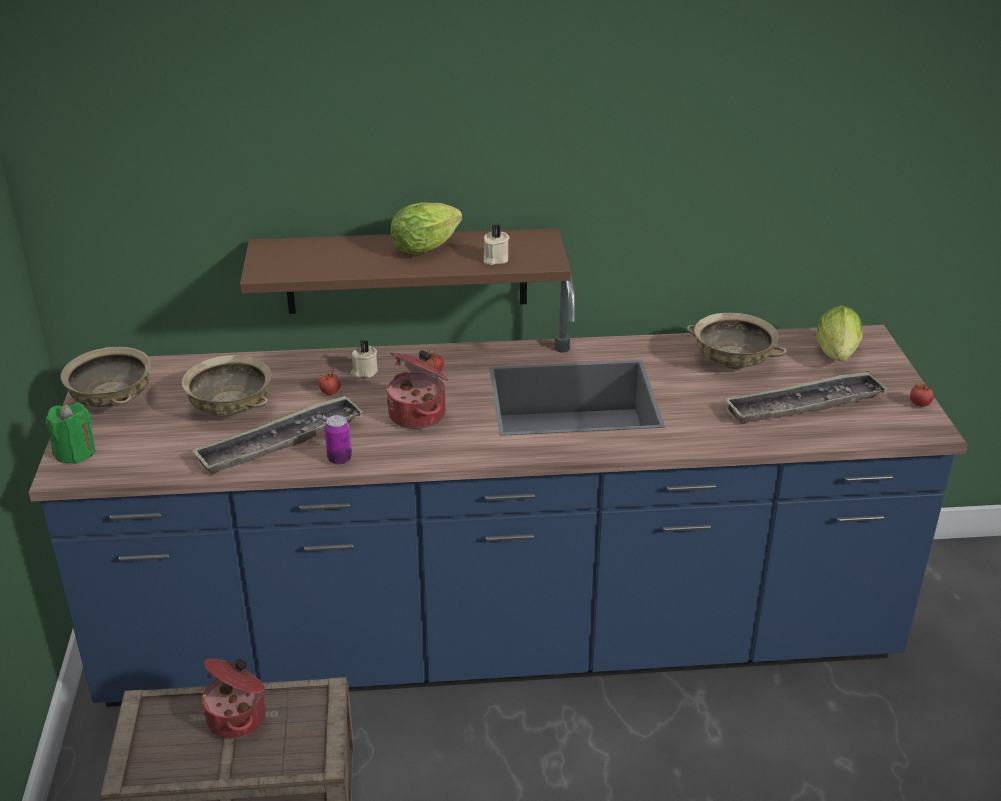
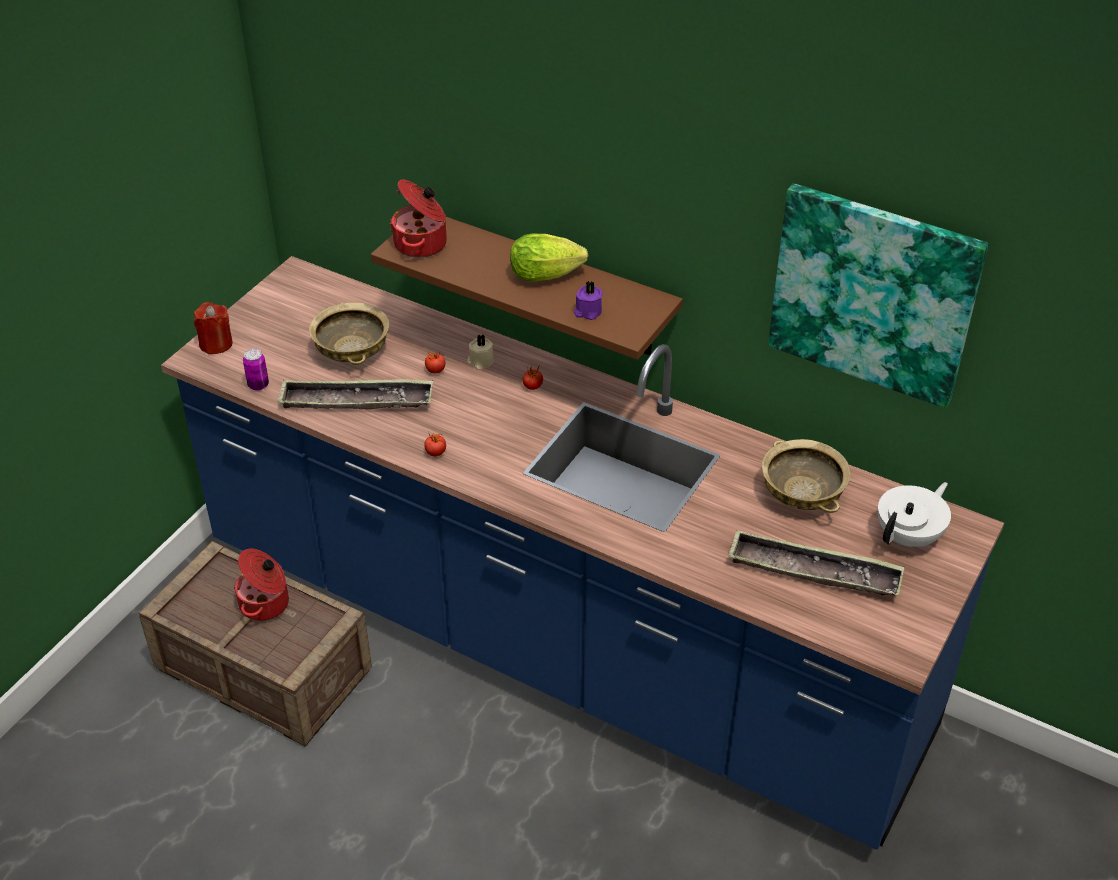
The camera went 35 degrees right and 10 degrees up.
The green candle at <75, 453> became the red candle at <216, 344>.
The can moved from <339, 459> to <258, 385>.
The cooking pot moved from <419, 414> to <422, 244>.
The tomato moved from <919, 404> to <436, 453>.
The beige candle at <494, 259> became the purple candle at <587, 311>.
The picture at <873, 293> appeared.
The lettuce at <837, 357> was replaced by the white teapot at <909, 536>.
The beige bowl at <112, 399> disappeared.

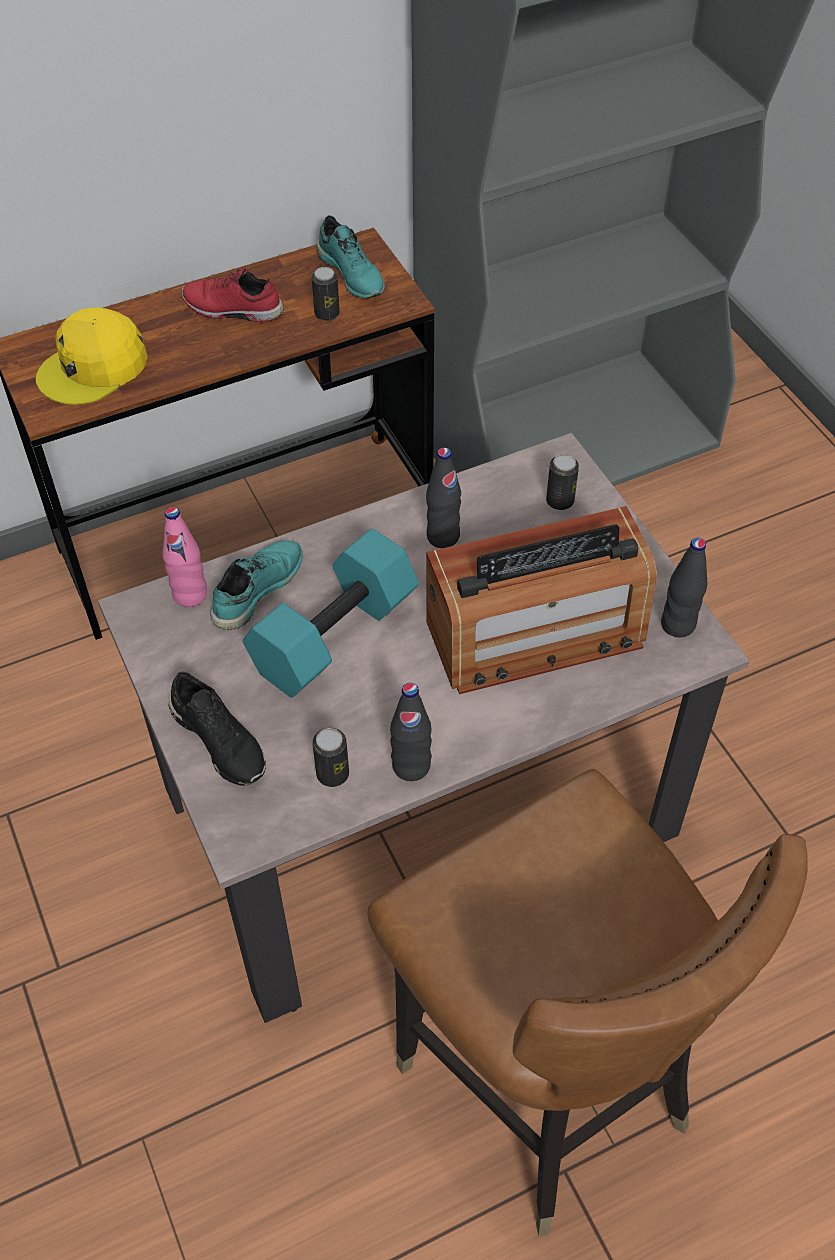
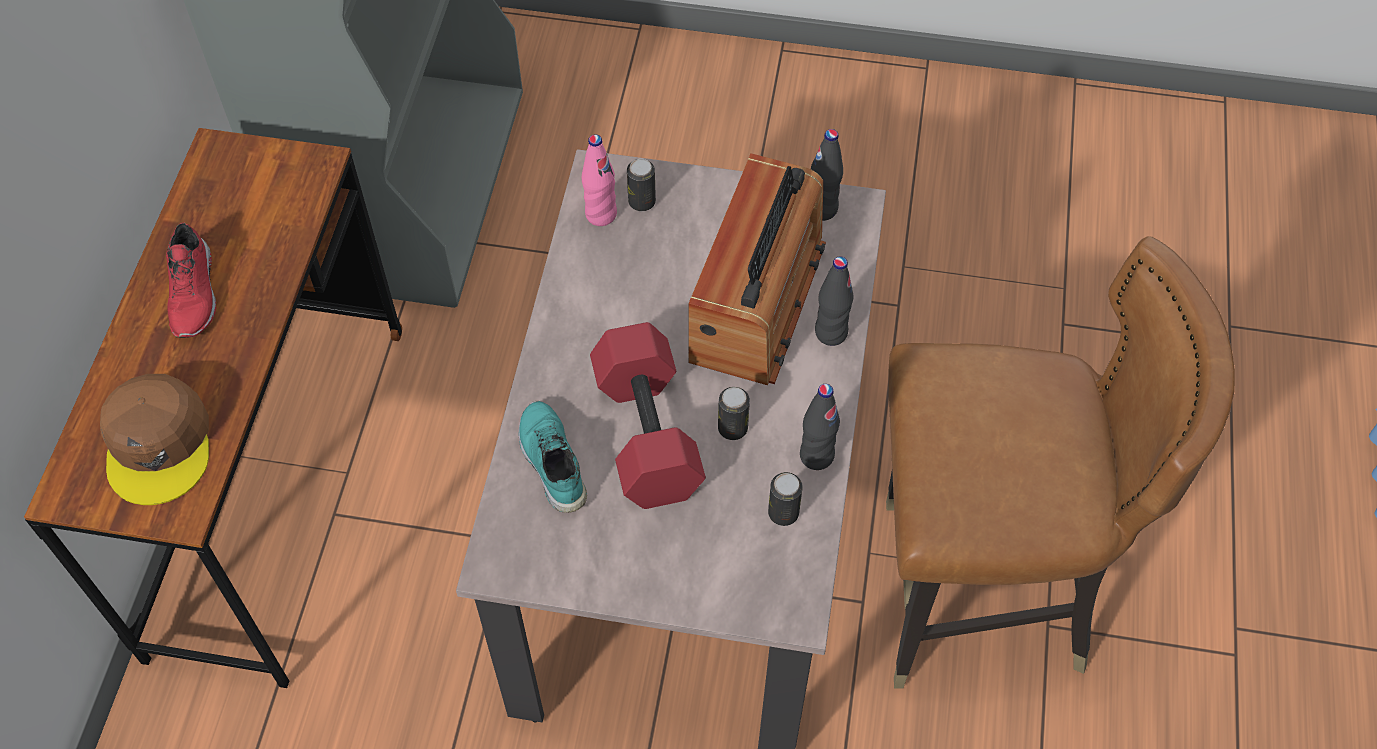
The camera went 55 degrees left and 5 degrees up.
The yellow cap at <93, 368> became the brown cap at <159, 444>.
The red shoe at <232, 310> turned 60 degrees counterclockwise.
The pink bottle moved from <190, 595> to <601, 214>.
The turquoise dumbbell at <333, 632> became the red dumbbell at <644, 433>.
The can moved from <327, 314> to <732, 428>.
The black bottle moved from <443, 537> to <830, 333>.
The black shoe at <220, 740> disappeared.
The turquoise shoe at <352, 274> disappeared.

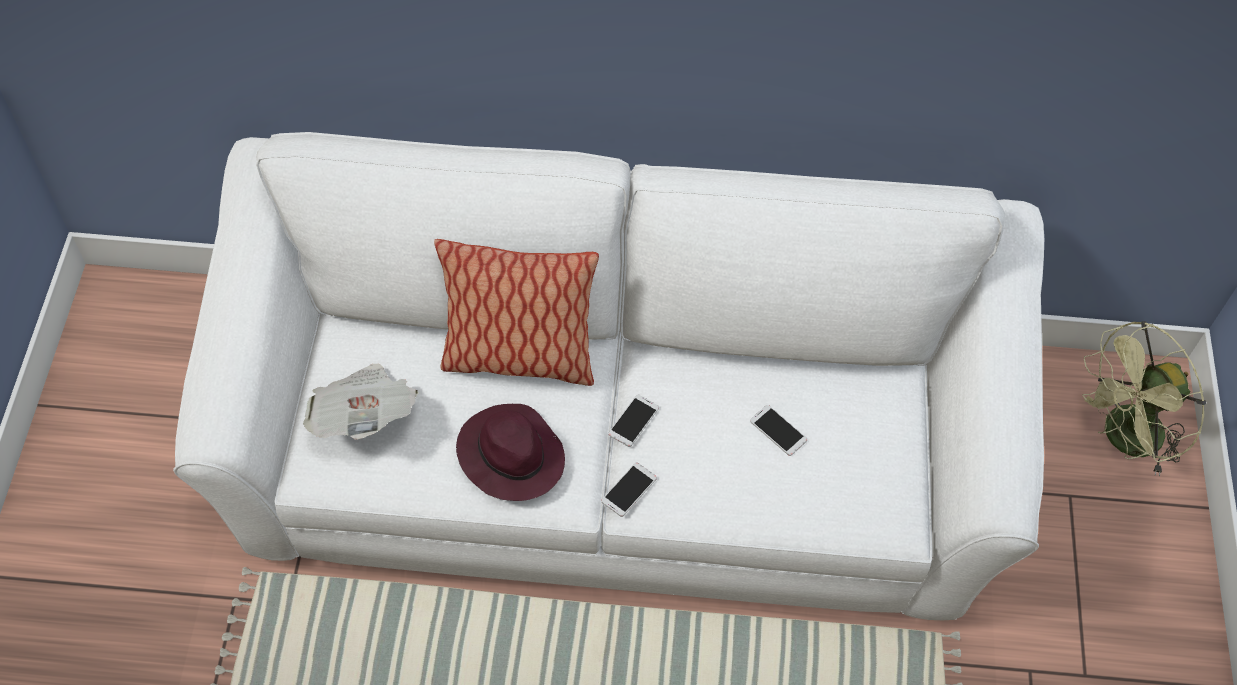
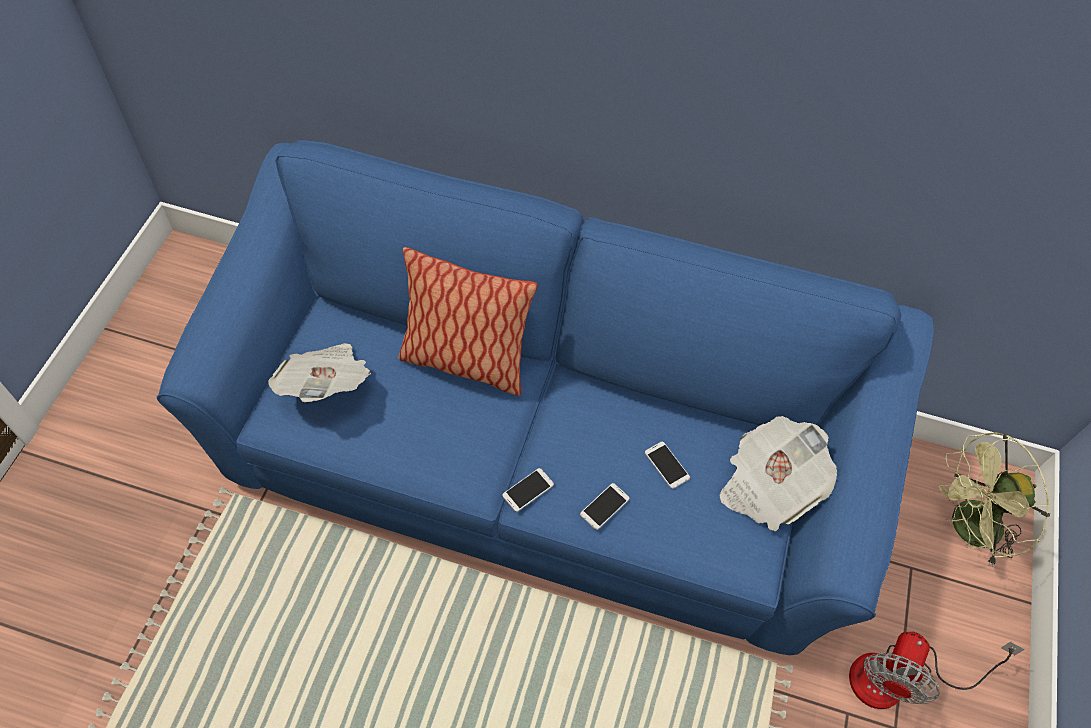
The camera went 10 degrees right and 0 degrees up.
The white sofa at <614, 453> became the blue sofa at <538, 455>.
The phone moved from <633, 421> to <604, 506>.
The newspaper at <768, 485> appeared.
The fan at <896, 678> appeared.
The purple hat at <510, 455> disappeared.

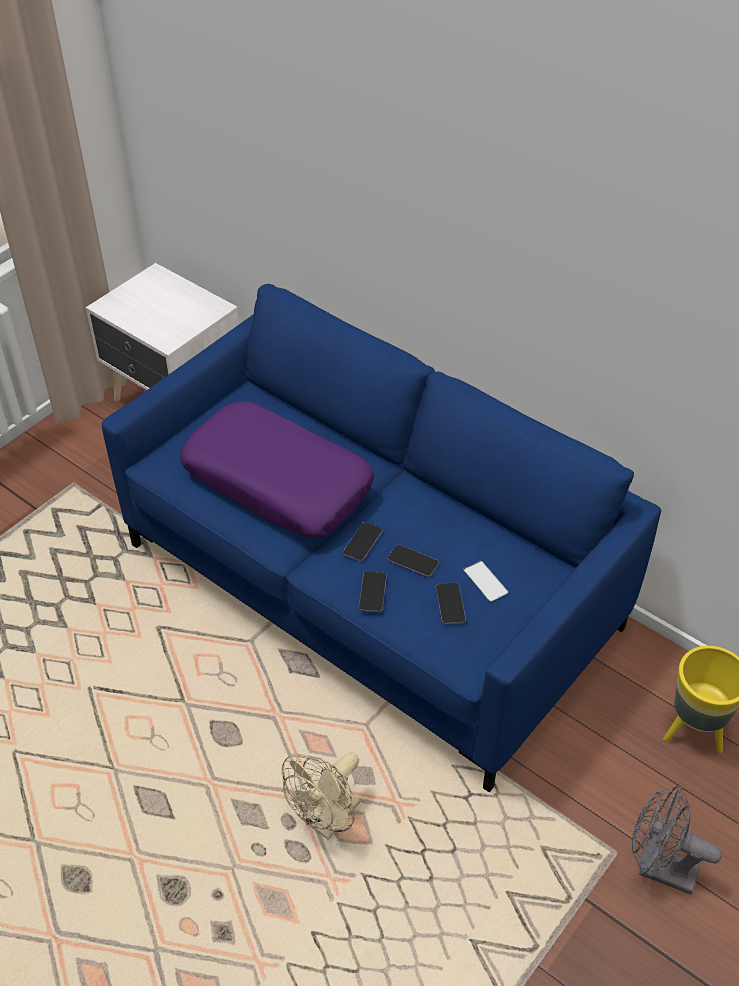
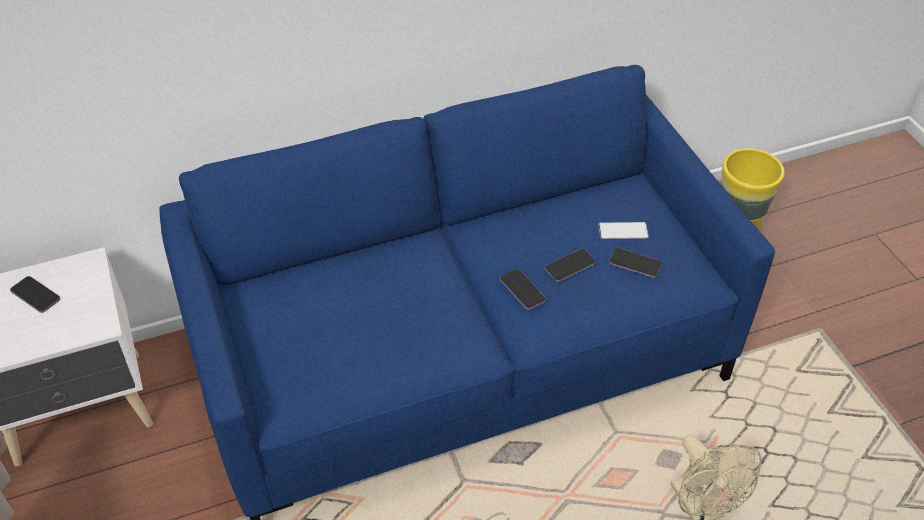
The camera went 60 degrees left and 0 degrees up.
The phone moved from <372, 593> to <35, 295>.
The purple pillow at <278, 482> disappeared.
The grey fan at <658, 868> disappeared.

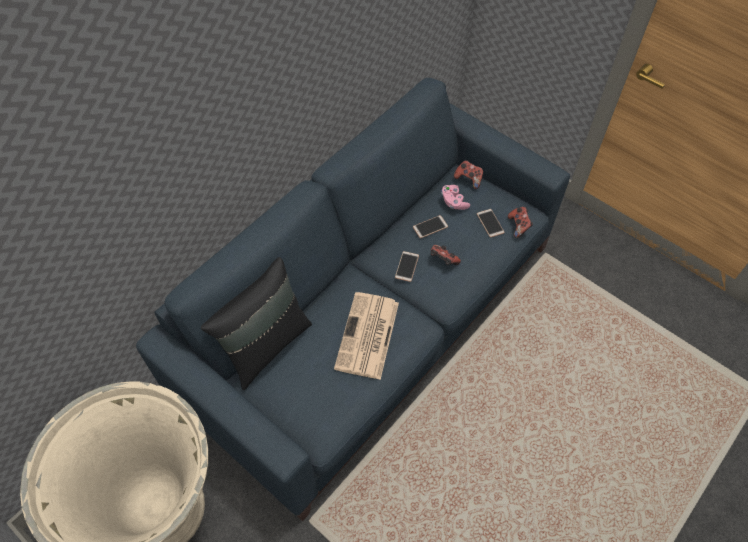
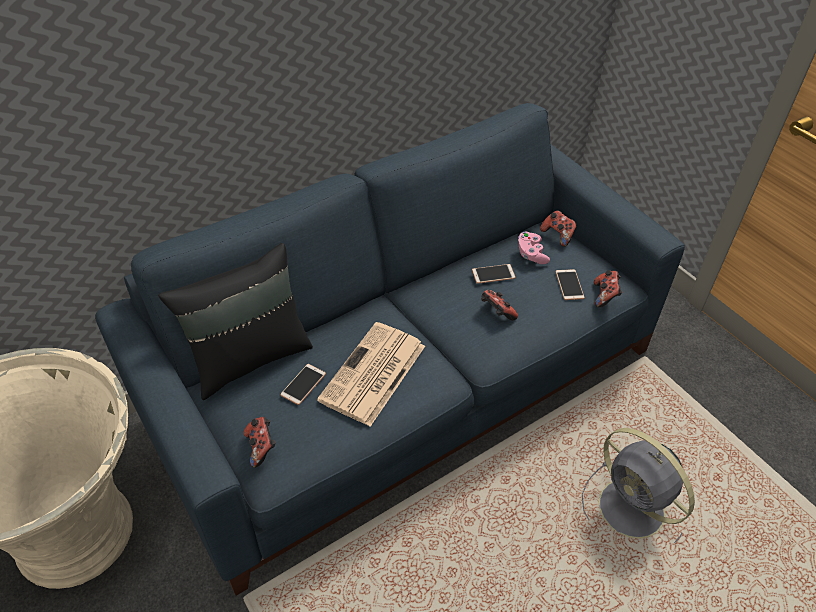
The camera went 15 degrees right and 10 degrees down.
The game controller at <261, 447> appeared.
The phone moved from <407, 266> to <303, 384>.
The grey fan at <633, 511> appeared.

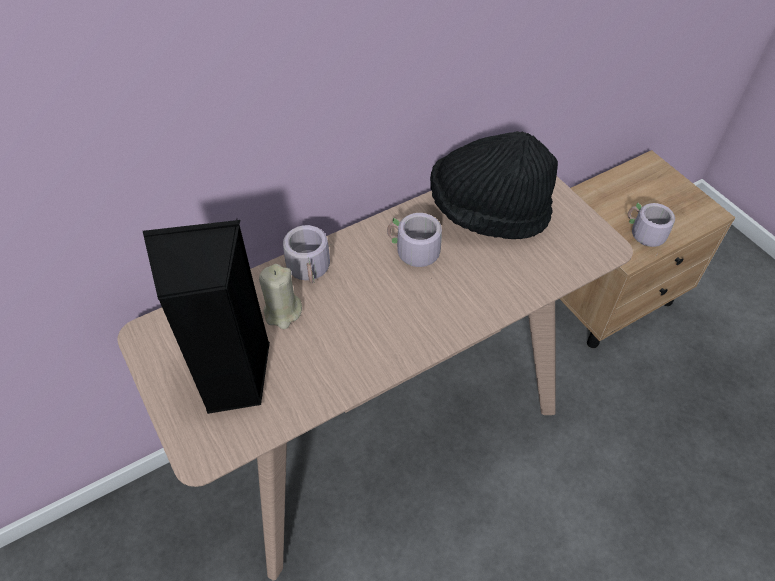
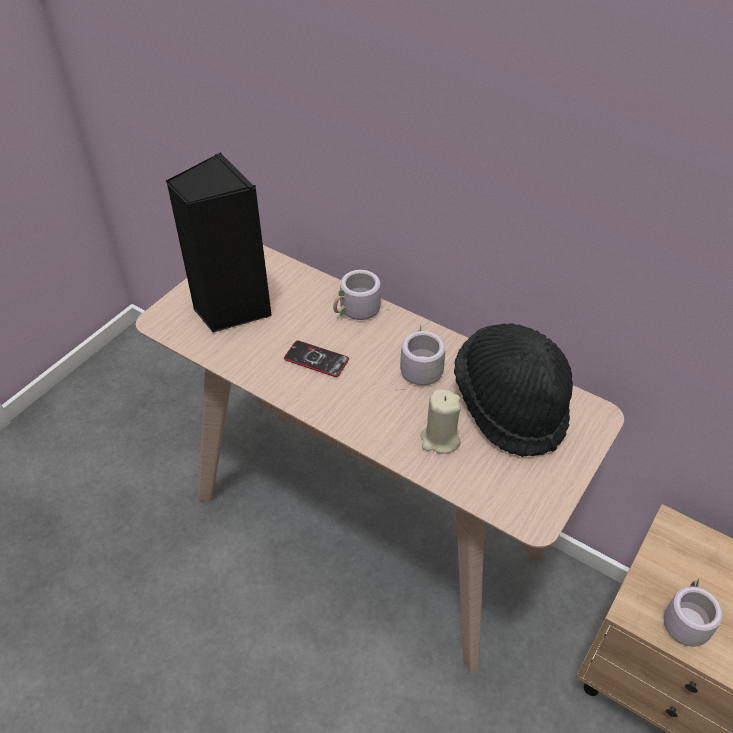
The camera went 65 degrees right and 5 degrees down.
The phone at <316, 359> appeared.
The beige candle moved from <282, 312> to <440, 439>.

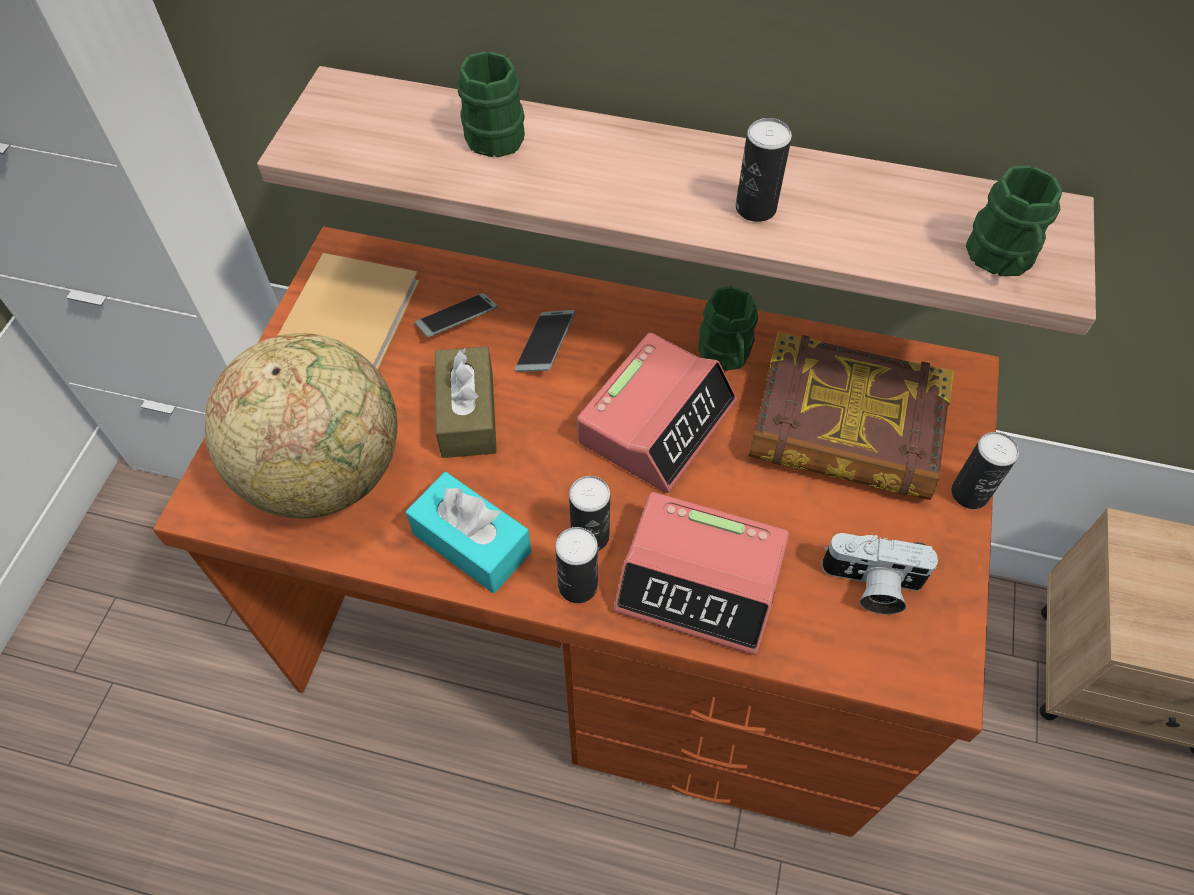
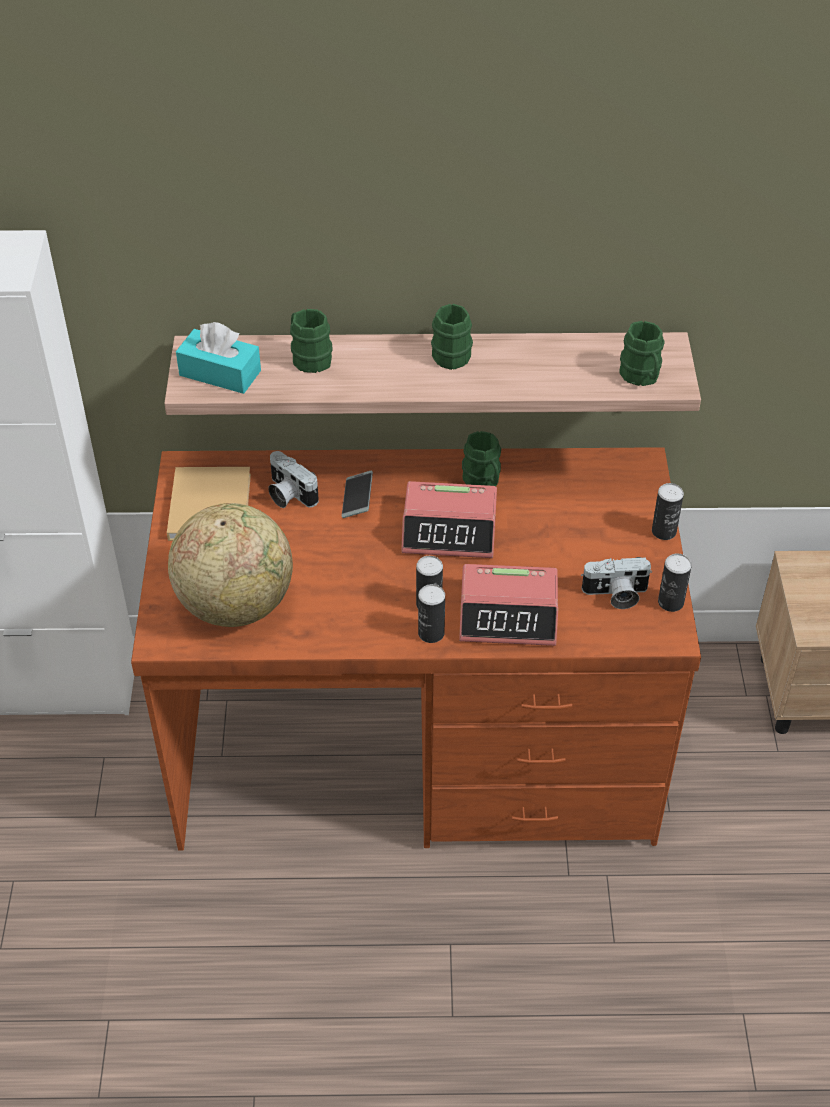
The camera went 15 degrees left and 10 degrees down.
The turquoise tissue box moved from <472, 543> to <220, 373>.
The phone at <457, 320> was replaced by the photo camera at <288, 494>.
The alarm clock at <657, 422> turned 75 degrees clockwise.
The green mug at <453, 352> appeared.
The can moved from <755, 208> to <670, 602>.
The brown tissue box at <467, 414> disappeared.
The book at <845, 428> disappeared.

